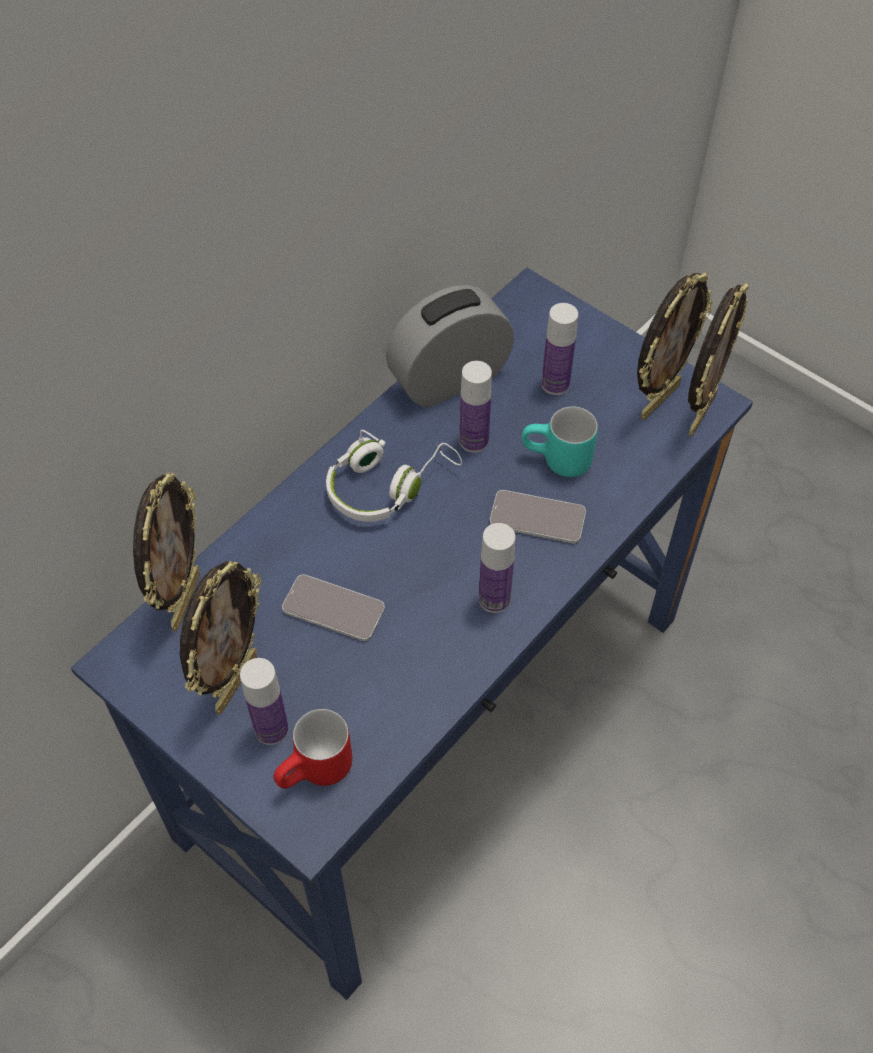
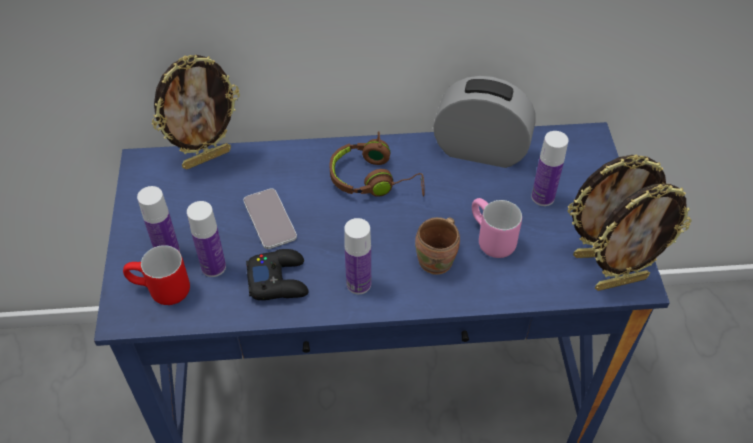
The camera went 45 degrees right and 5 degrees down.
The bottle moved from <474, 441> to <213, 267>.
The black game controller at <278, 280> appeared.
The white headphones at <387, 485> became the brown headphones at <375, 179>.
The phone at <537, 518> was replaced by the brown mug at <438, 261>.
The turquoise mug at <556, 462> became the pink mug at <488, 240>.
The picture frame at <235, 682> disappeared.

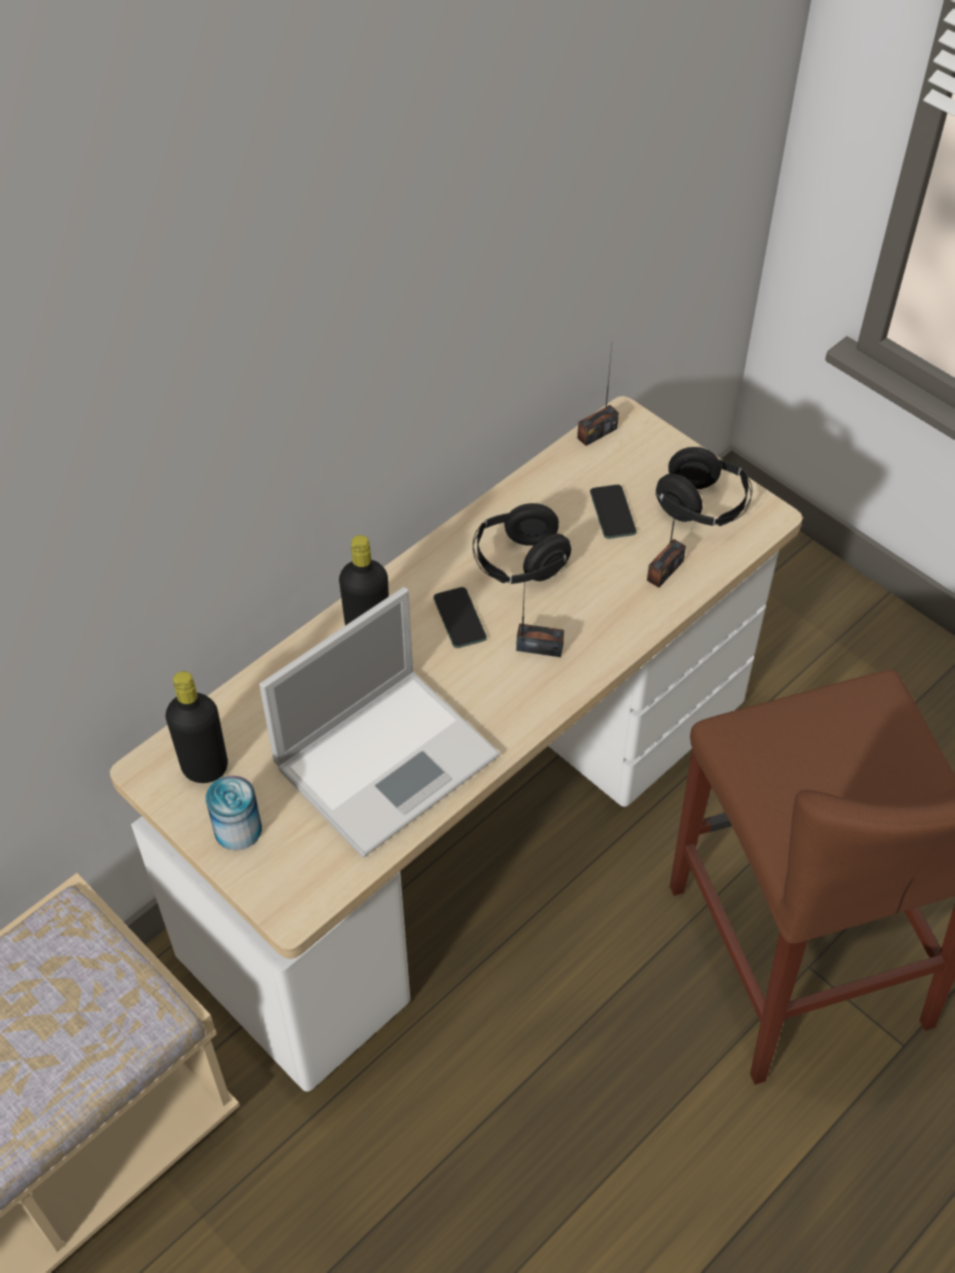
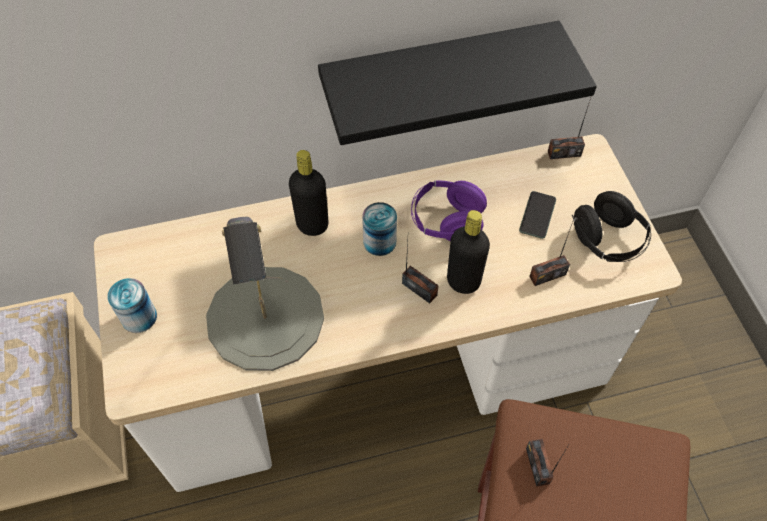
The camera went 30 degrees right and 5 degrees up.
The laptop at <389, 758> was replaced by the grey table lamp at <266, 318>.
The black shelf at <438, 77> appeared.
The phone at <459, 618> was replaced by the can at <379, 242>.
The black headphones at <519, 563> became the purple headphones at <446, 222>.
The black bottle moved from <205, 767> to <463, 281>.
The radio at <537, 465> appeared.

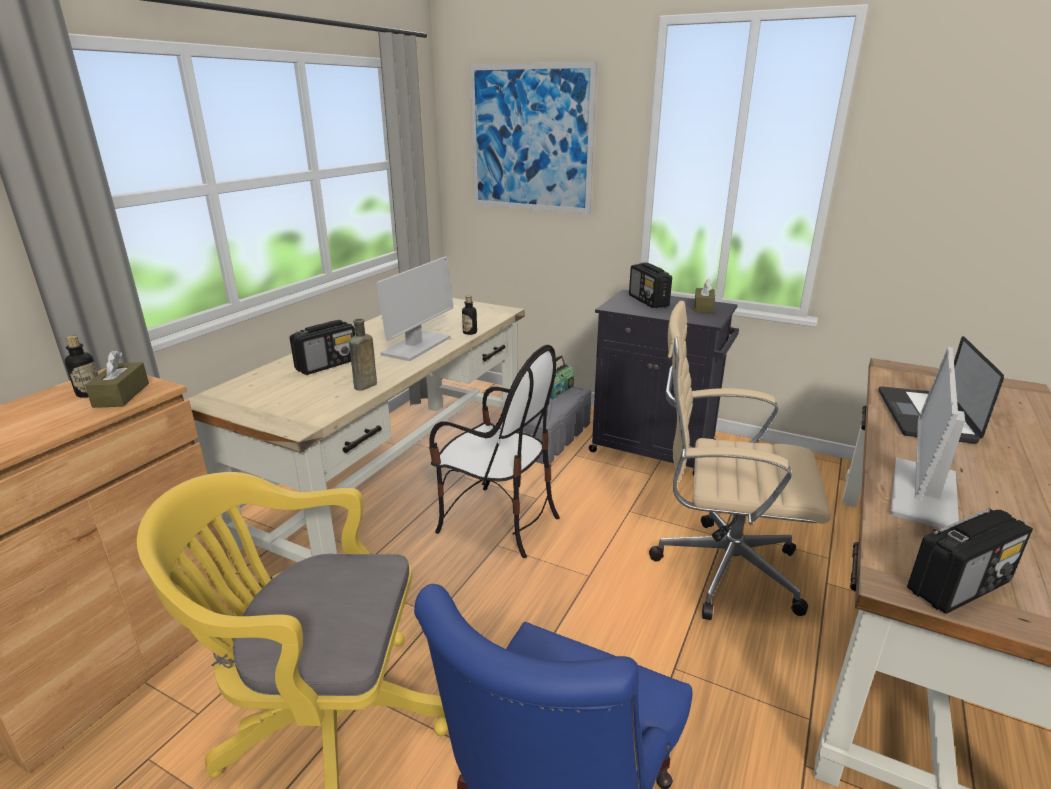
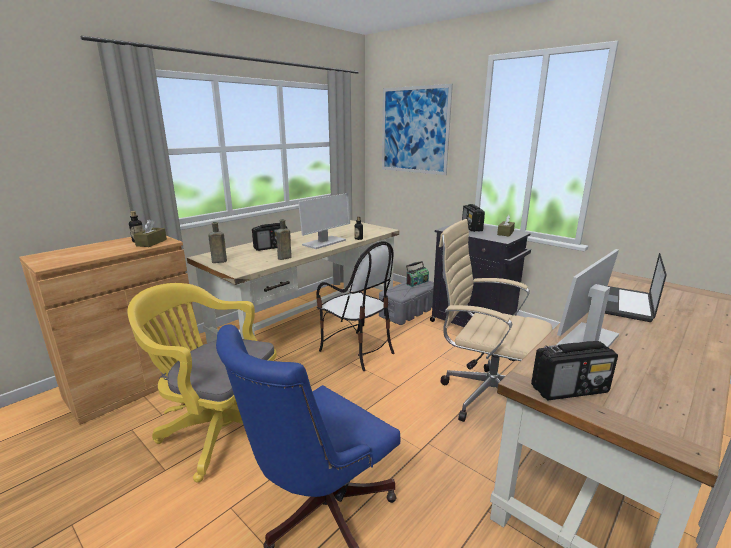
The camera went 15 degrees right and 5 degrees down.
The brown bottle at <218, 261> appeared.

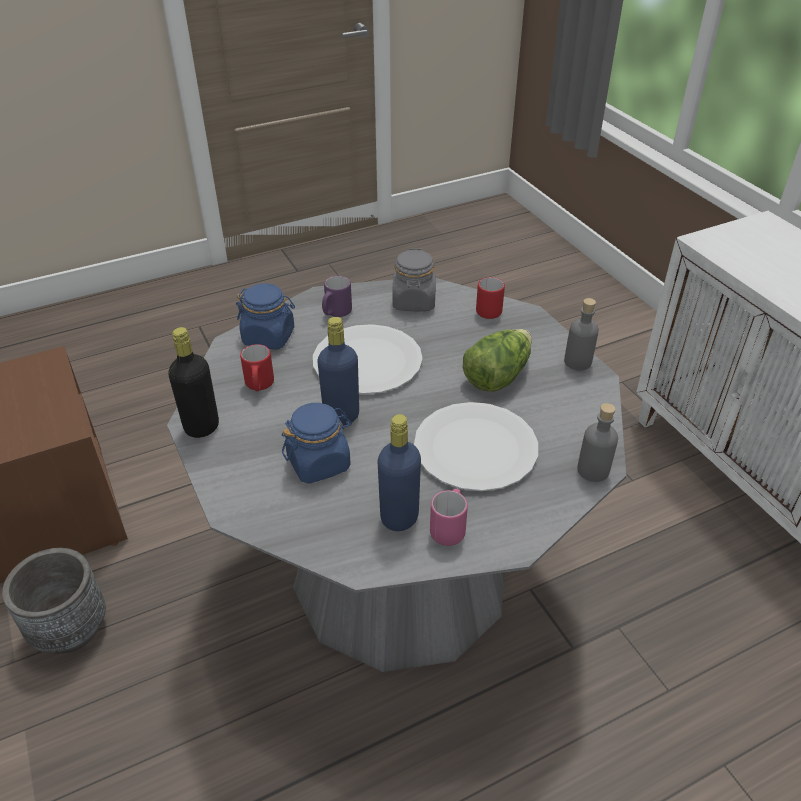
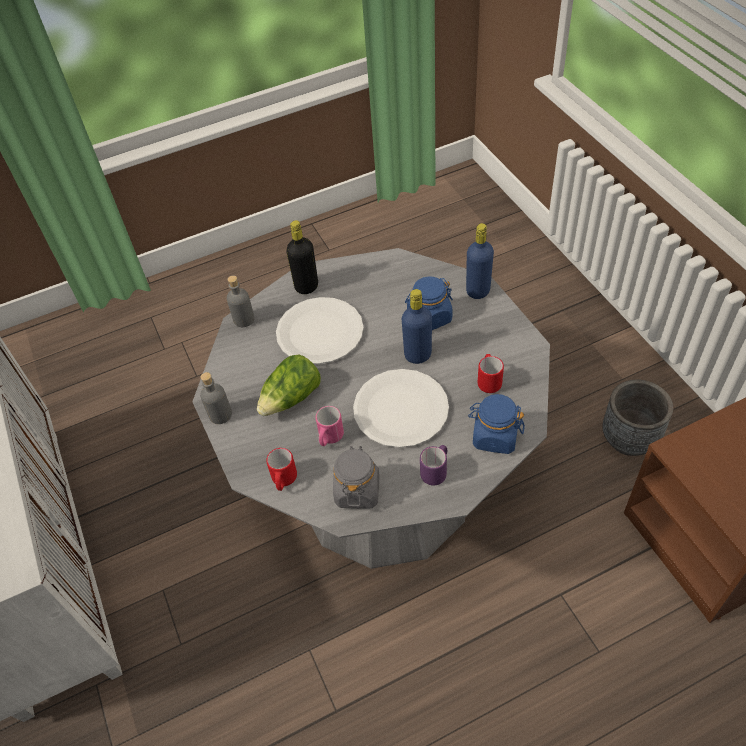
The camera went 175 degrees left and 10 degrees up.
The black bottle moved from <202, 427> to <306, 286>.
The pink mug moved from <449, 528> to <329, 438>.
The blue bottle moved from <399, 517> to <478, 291>.

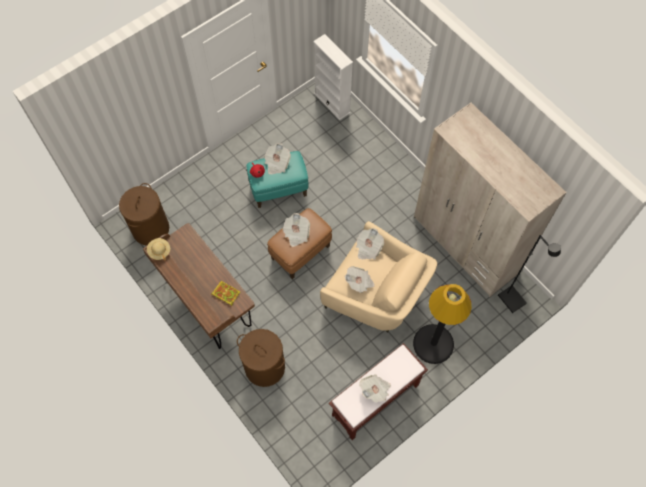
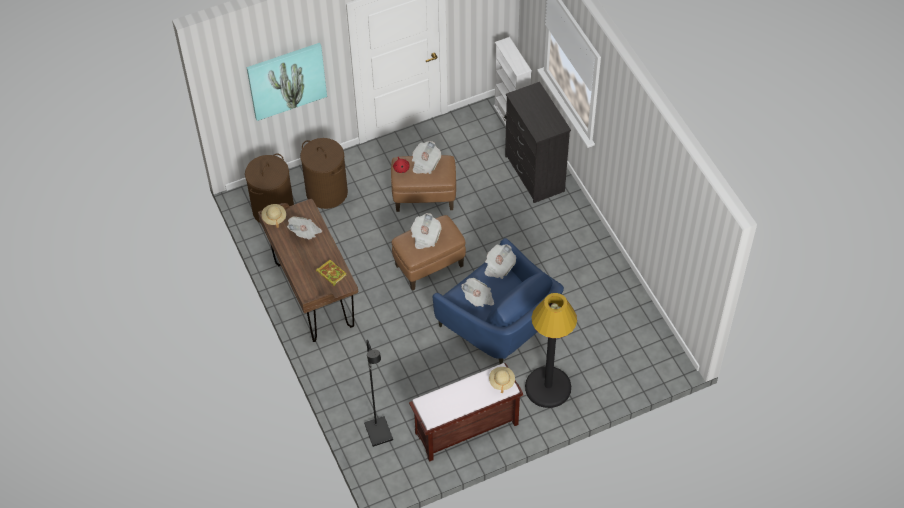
The camera went 15 degrees right and 10 degrees down.
The picture at <286, 80> appeared.
The newspaper moved from <375, 390> to <305, 233>.
The brown laundry basket moved from <264, 367> to <326, 192>.
The black floor lamp moved from <512, 299> to <379, 432>.
The turquoise ottoman at <279, 189> became the brown ottoman at <424, 197>.
The beige armchair at <376, 295> became the blue armchair at <500, 326>.
The beige hat at <501, 381> appeared.
The black dresser at <534, 174> appeared.
The beige wardrobe at <466, 245> disappeared.

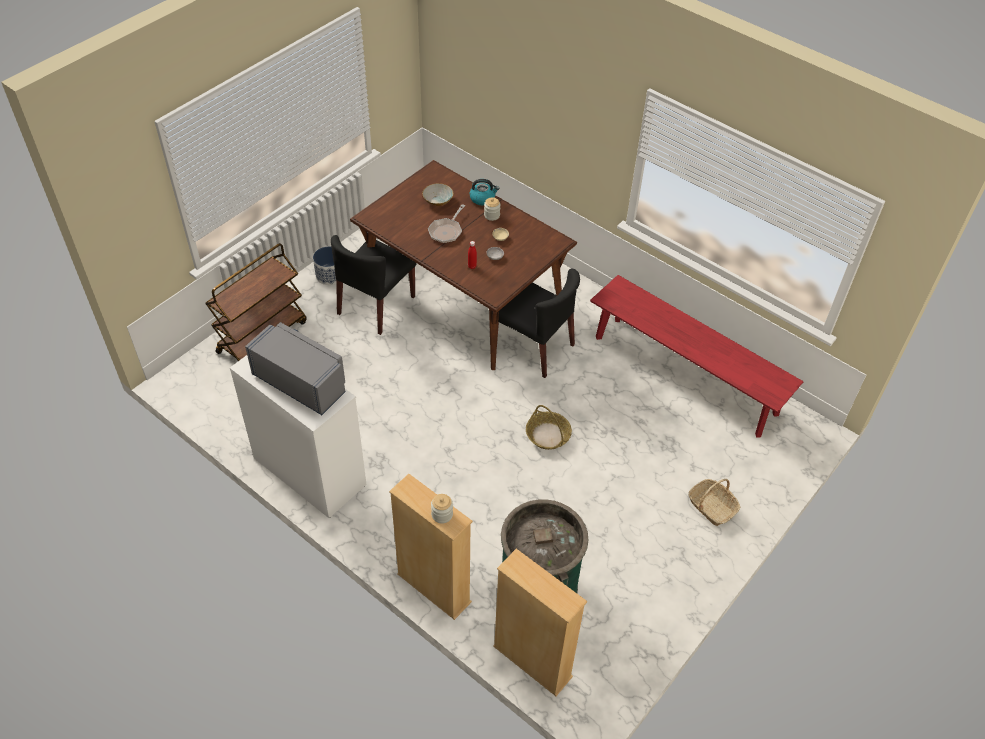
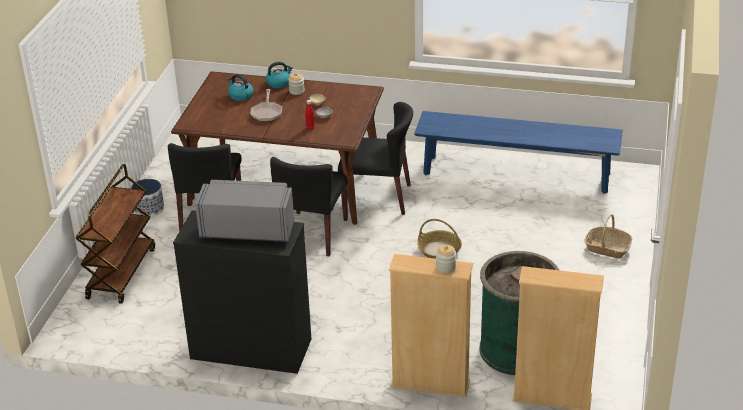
The camera went 25 degrees left and 15 degrees down.
The white dresser at <310, 471> became the black dresser at <251, 349>.
The bowl at <437, 201> was replaced by the kettle at <240, 96>.
The black chair at <312, 234> appeared.
The red bench at <684, 375> became the blue bench at <516, 174>.

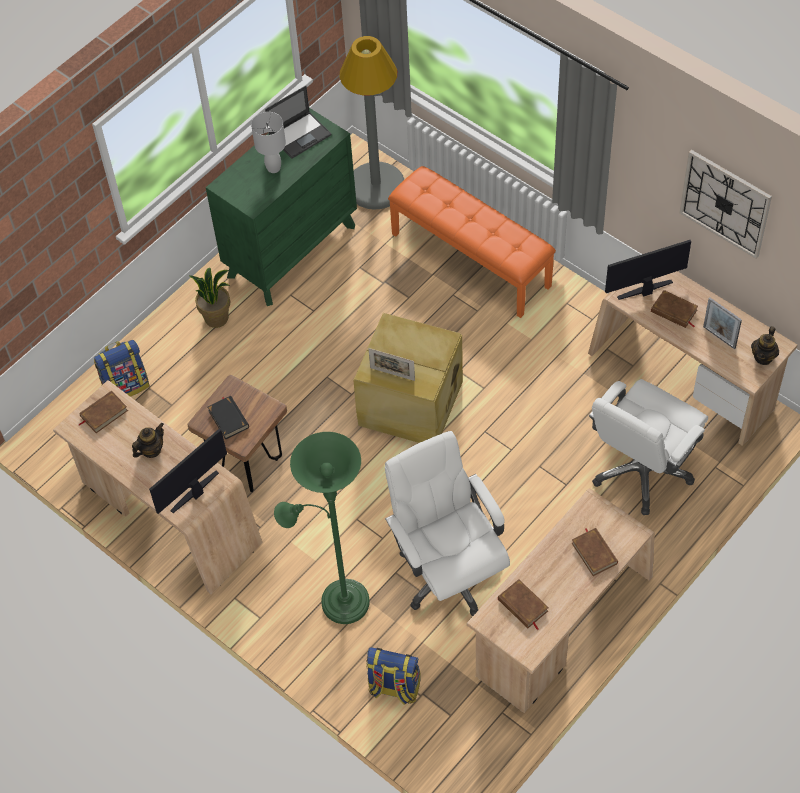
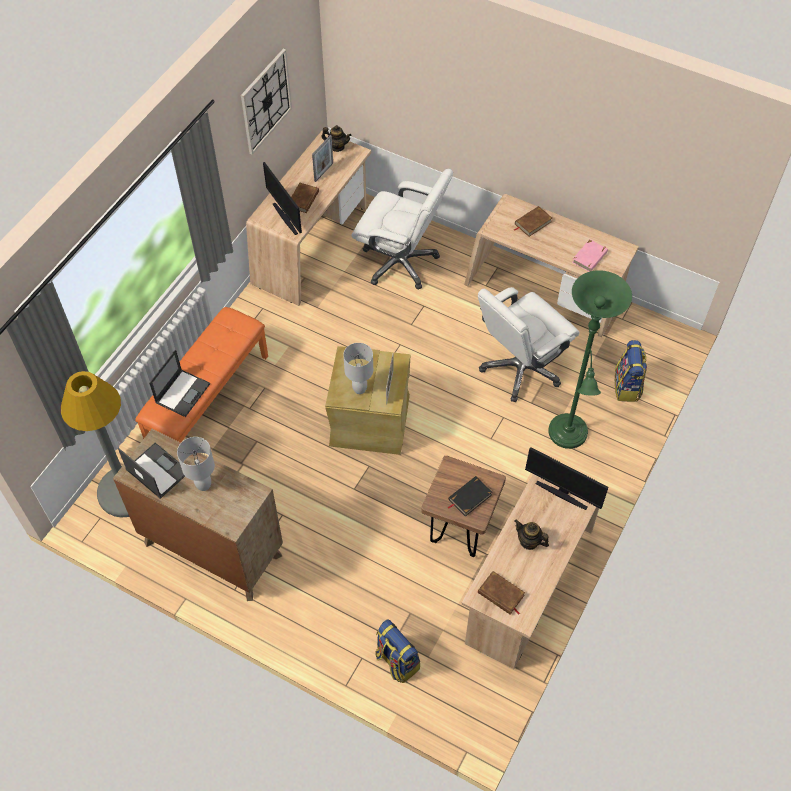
The camera went 105 degrees left and 0 degrees up.
The green dresser at <291, 250> became the brown dresser at <212, 549>.
The laptop at <183, 392> appeared.
The white table lamp at <360, 389> appeared.
The brown book at <522, 606> became the pink book at <589, 257>.
The potted plant at <216, 317> disappeared.

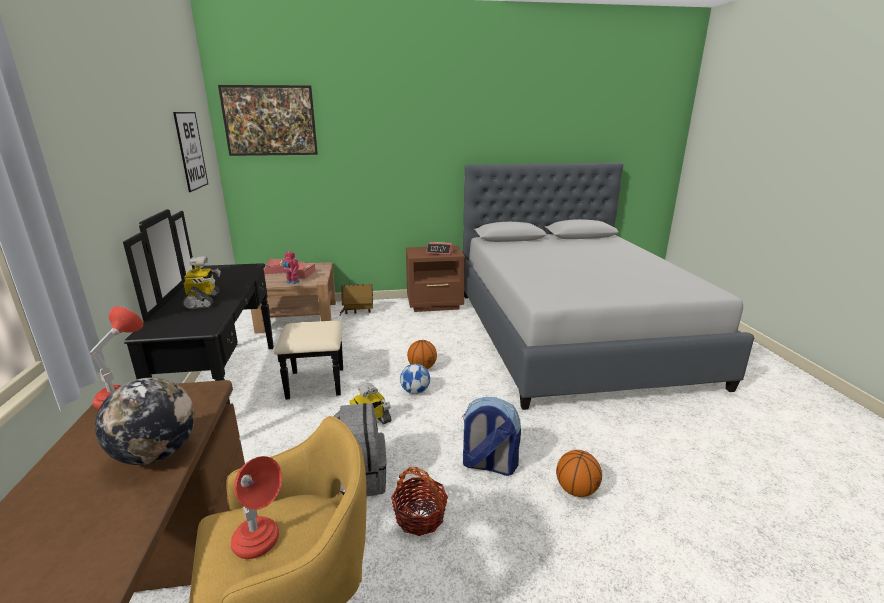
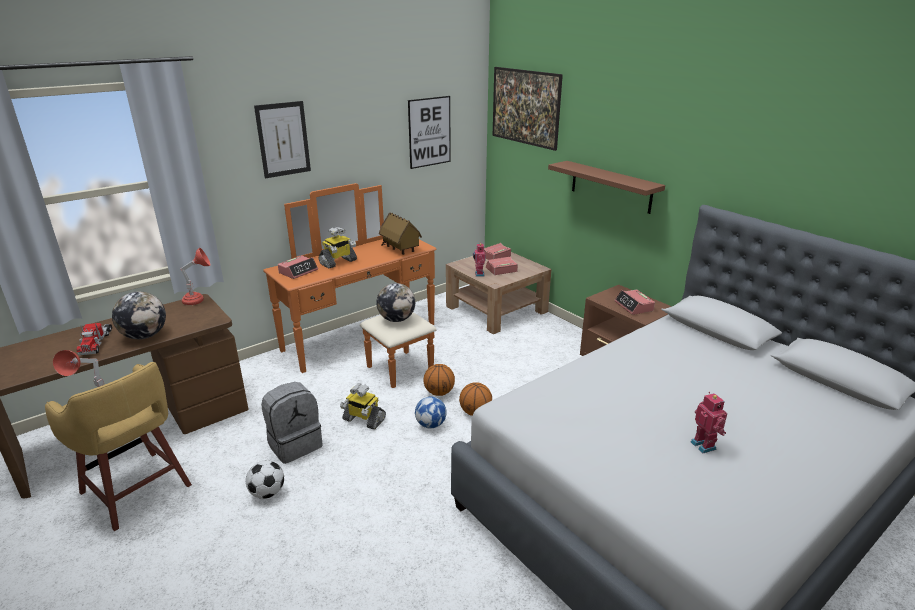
The camera went 60 degrees right and 5 degrees up.
The toy truck at <96, 342> appeared.
The basket at <420, 516> was replaced by the football at <267, 493>.
The picture at <283, 139> appeared.
The black dresser at <248, 387> became the orange dresser at <369, 343>.
The alarm clock at <298, 271> appeared.
The globe at <396, 319> appeared.
The toy house moved from <358, 311> to <400, 250>.
The basketball moved from <576, 490> to <439, 392>.
The brown shelf at <611, 186> appeared.
The toy robot at <704, 445> appeared.
The backpack at <488, 465> disappeared.

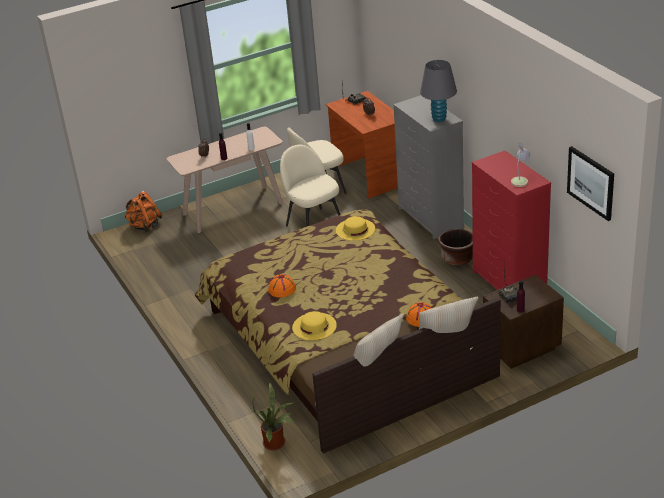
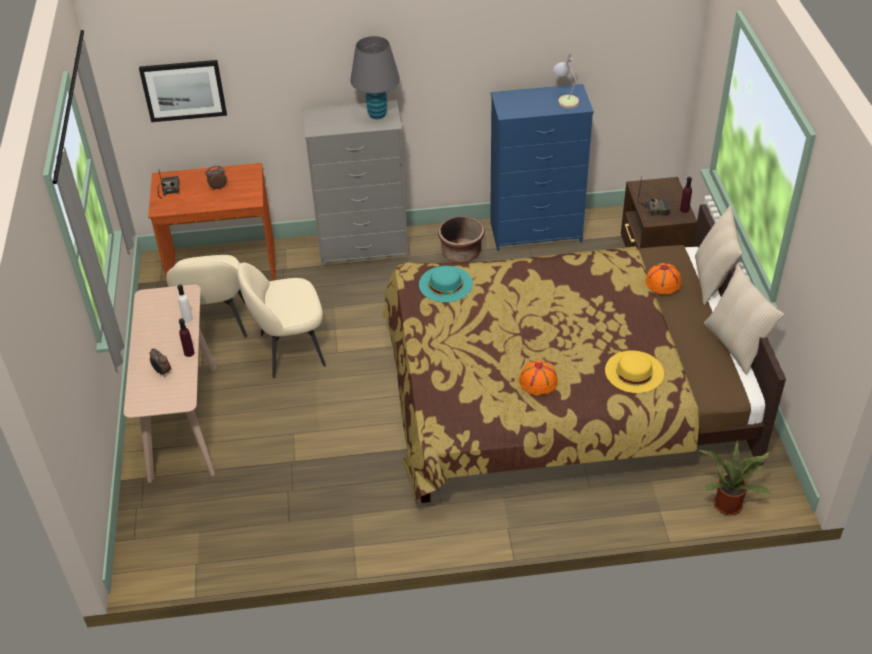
The camera went 70 degrees left and 10 degrees up.
The picture moved from <591, 182> to <183, 90>.
The yellow hat at <355, 229> became the turquoise hat at <445, 284>.
The red dresser at <509, 284> became the blue dresser at <536, 232>.
The orange backpack at <144, 226> disappeared.

